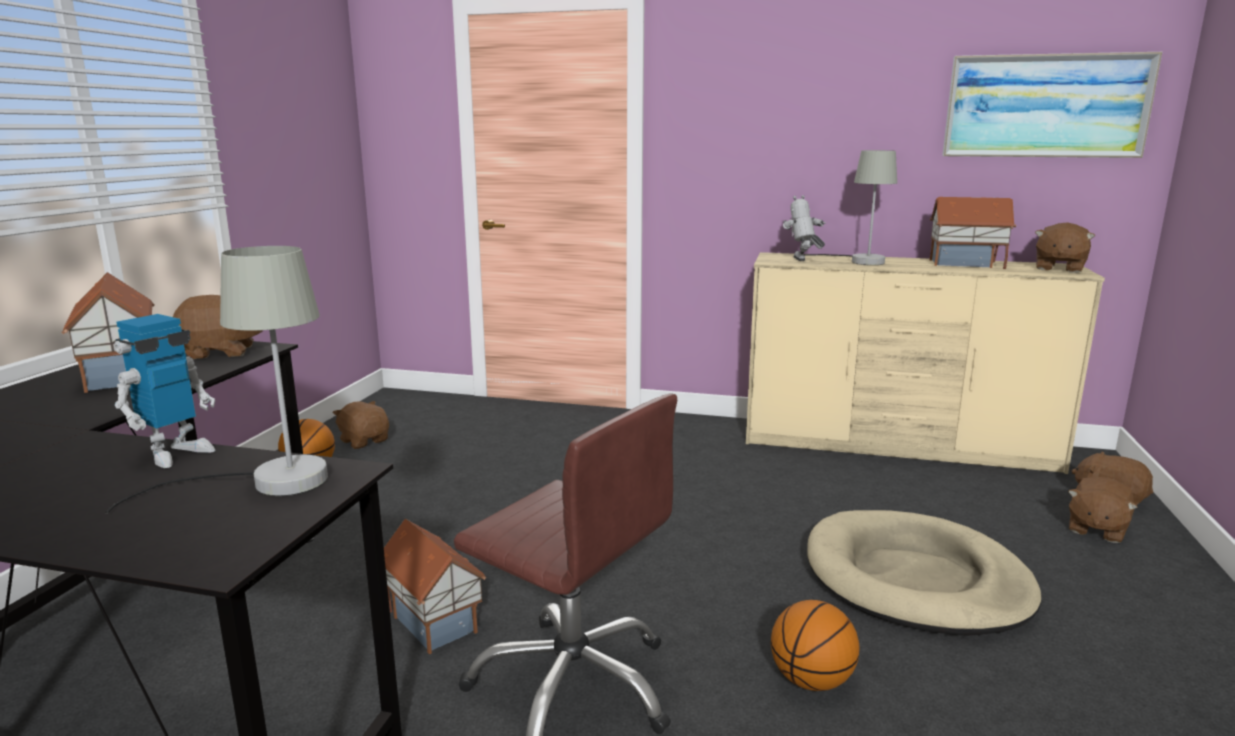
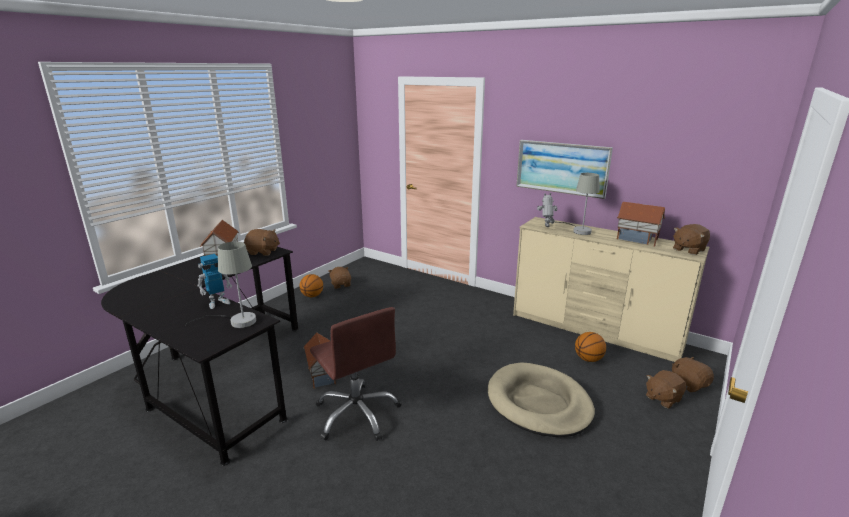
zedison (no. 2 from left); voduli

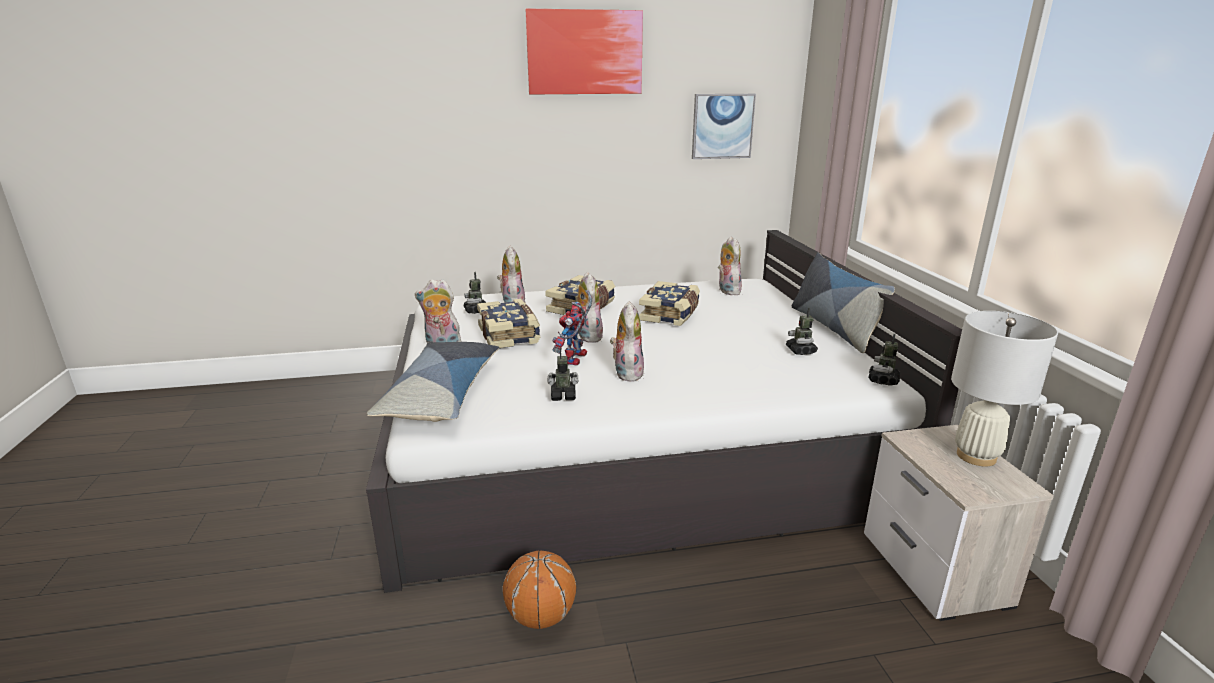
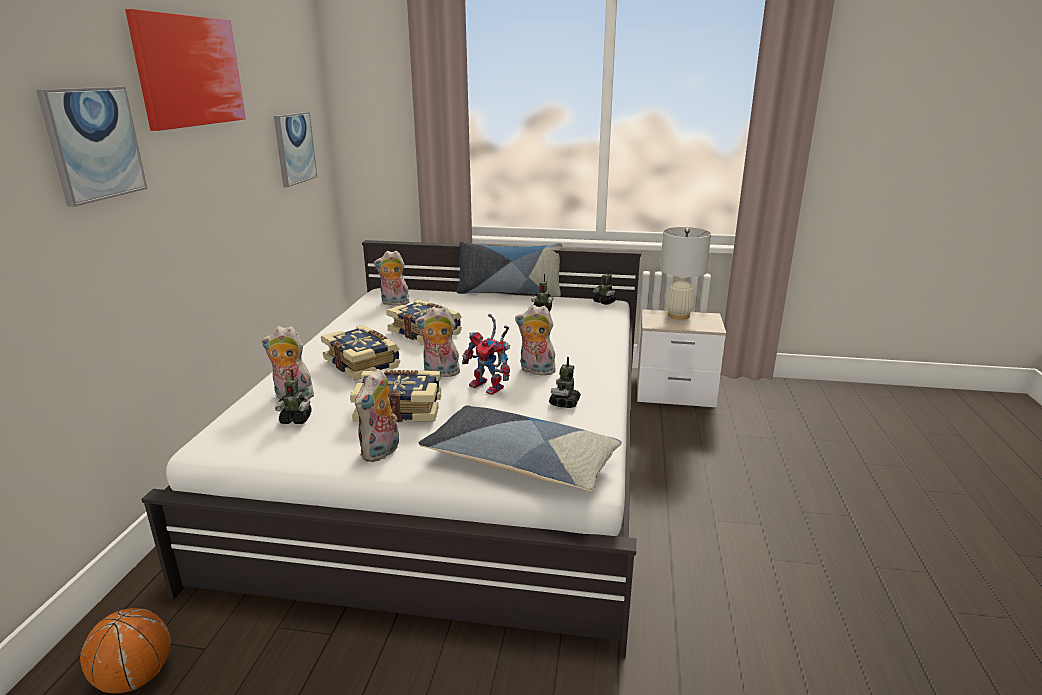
voduli (no. 1 from left); zedison

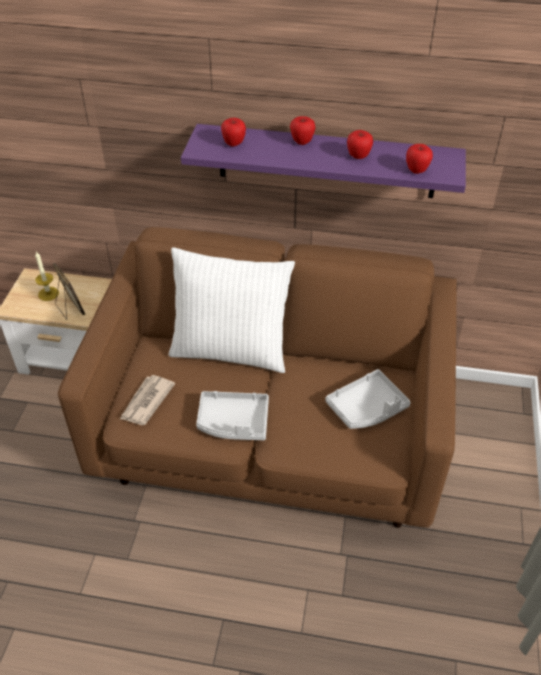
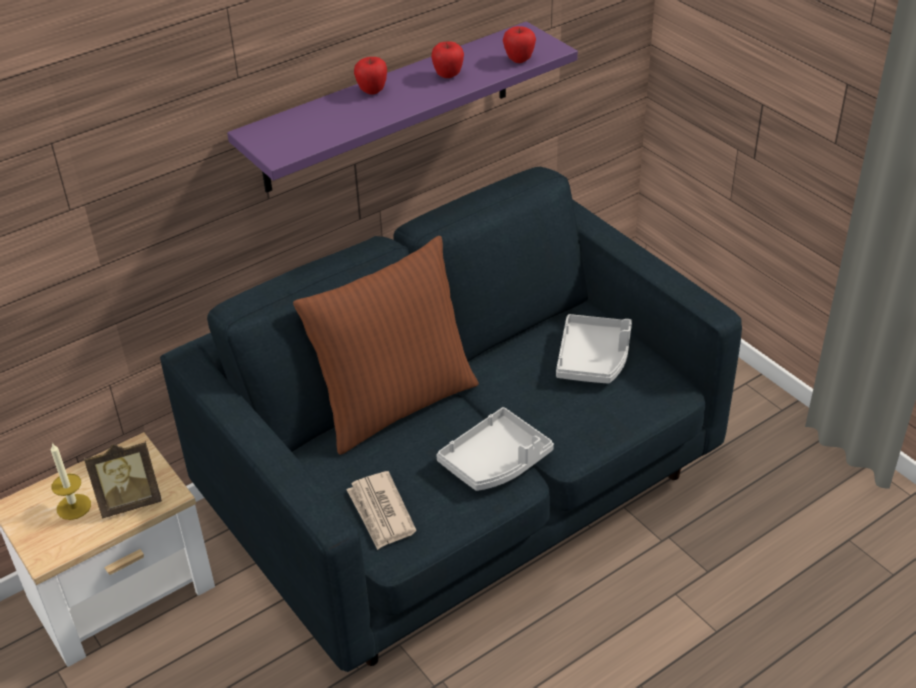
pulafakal (no. 1 from left in the first image); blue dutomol; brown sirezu; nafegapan

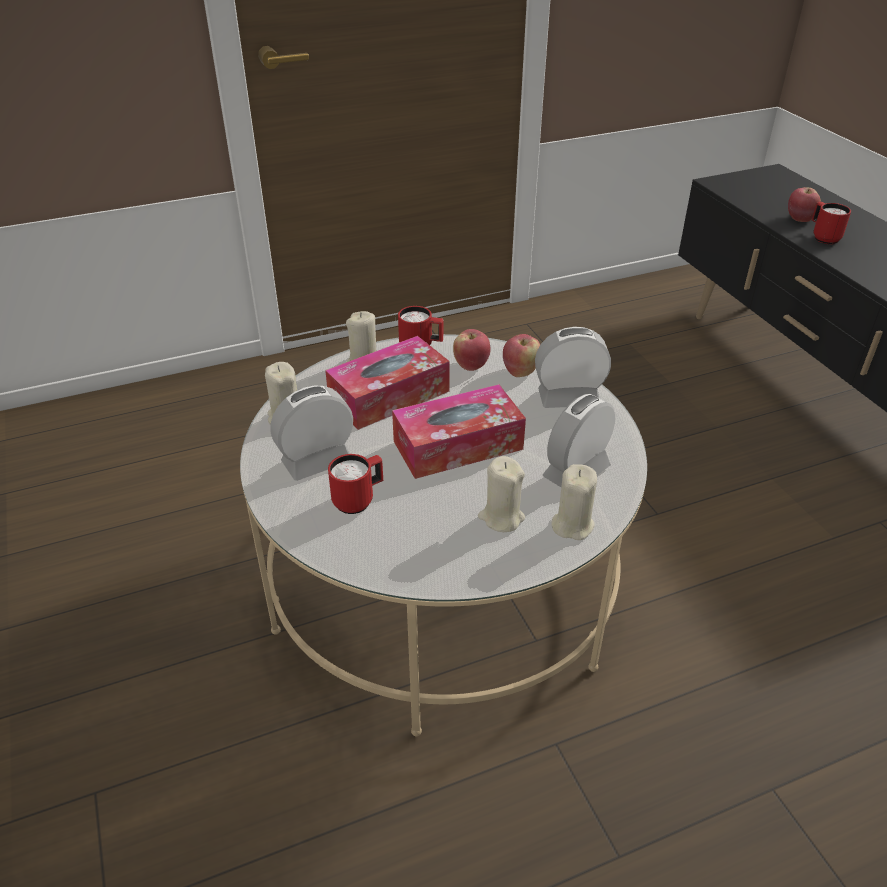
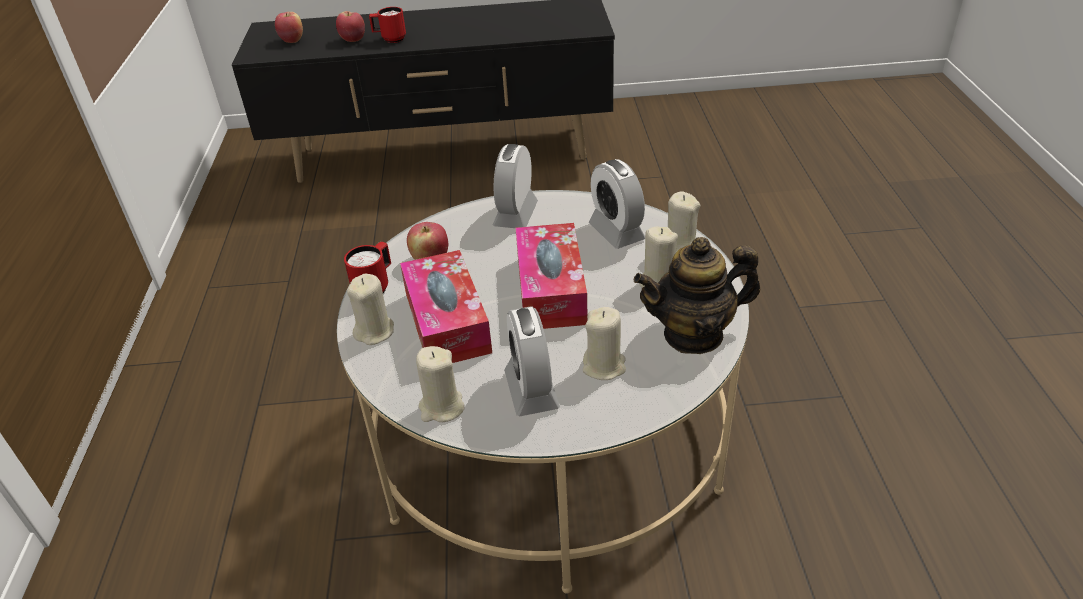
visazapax; pulafakal (no. 1 from left); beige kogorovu (no. 3 from left)

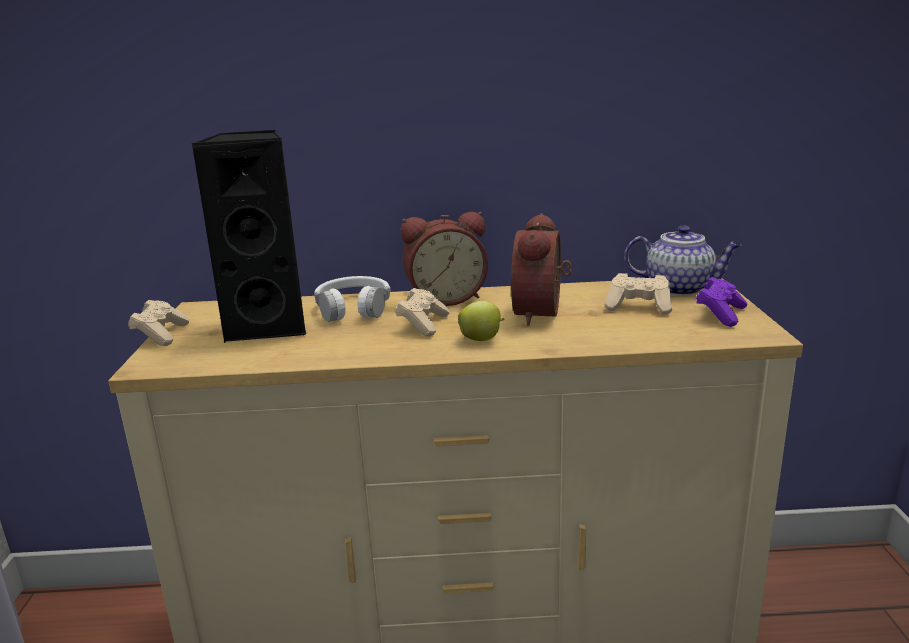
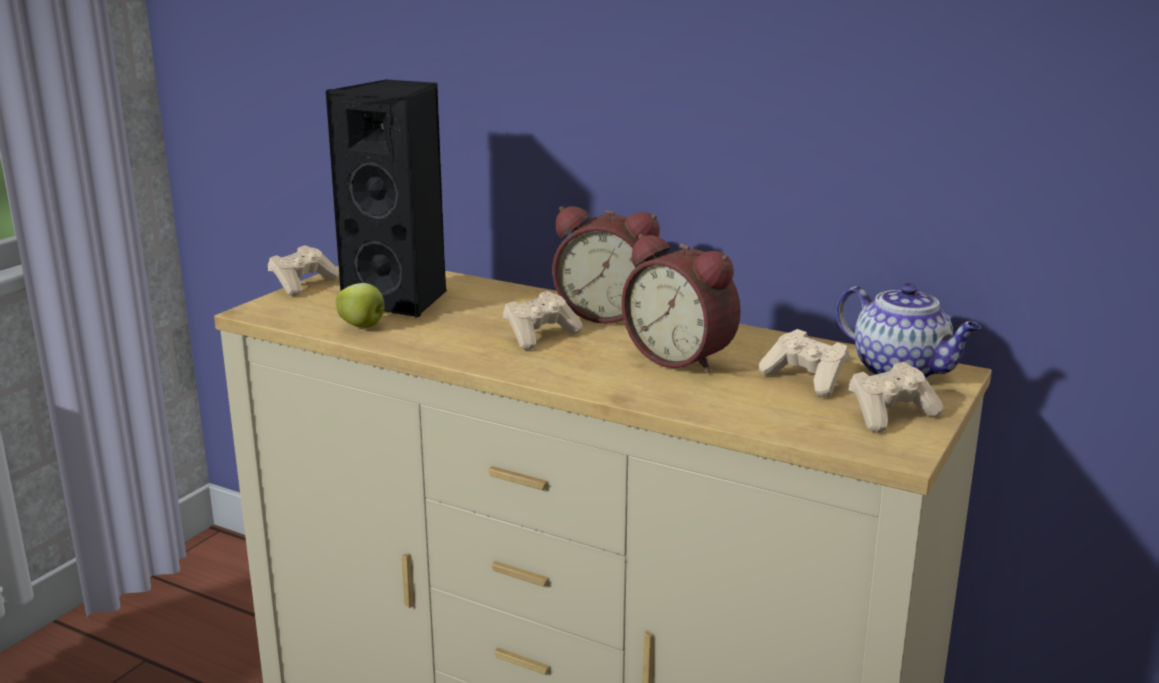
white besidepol; pulafakal; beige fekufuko (no. 4 from left); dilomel (no. 2 from left)

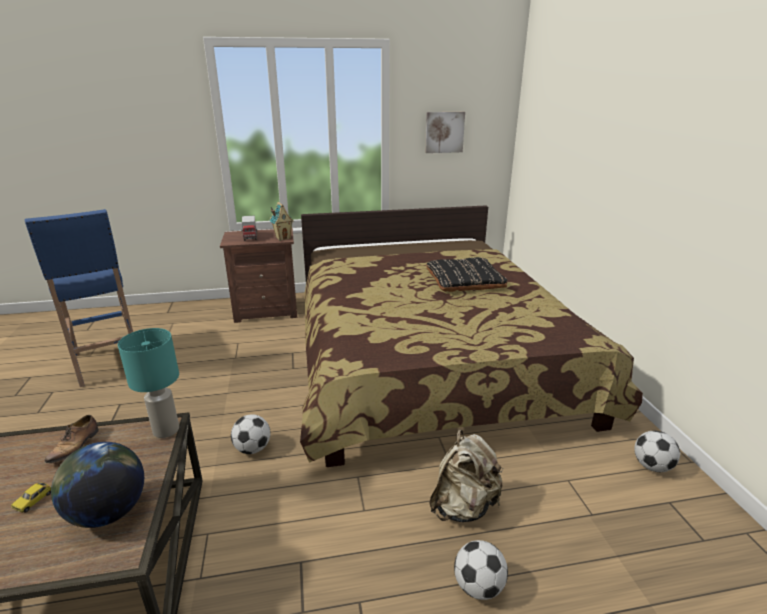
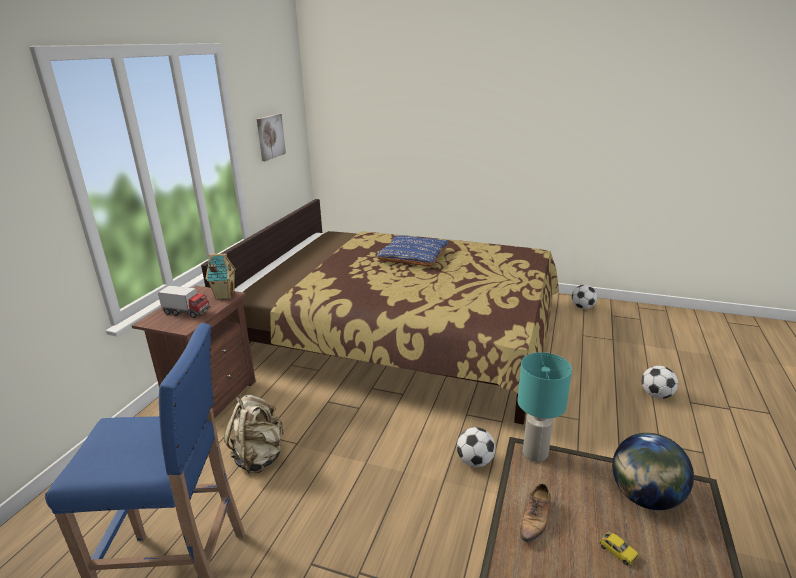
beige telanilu; blue sirezu; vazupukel

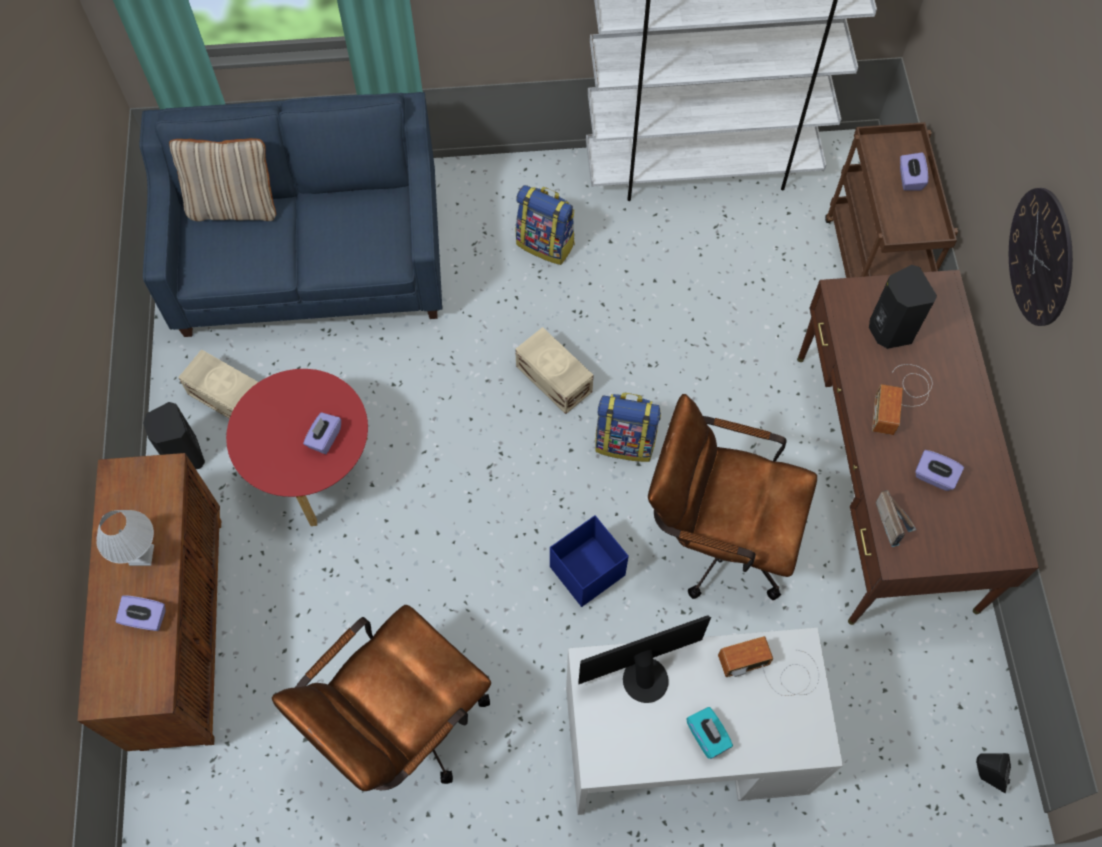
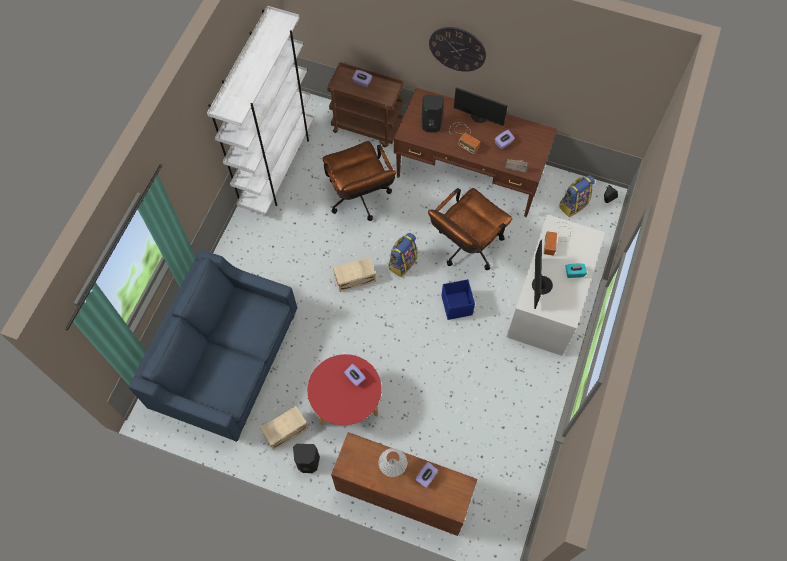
beige sirezu; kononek (no. 1 from left); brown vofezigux (no. 1 from left); telanilu (no. 2 from left)

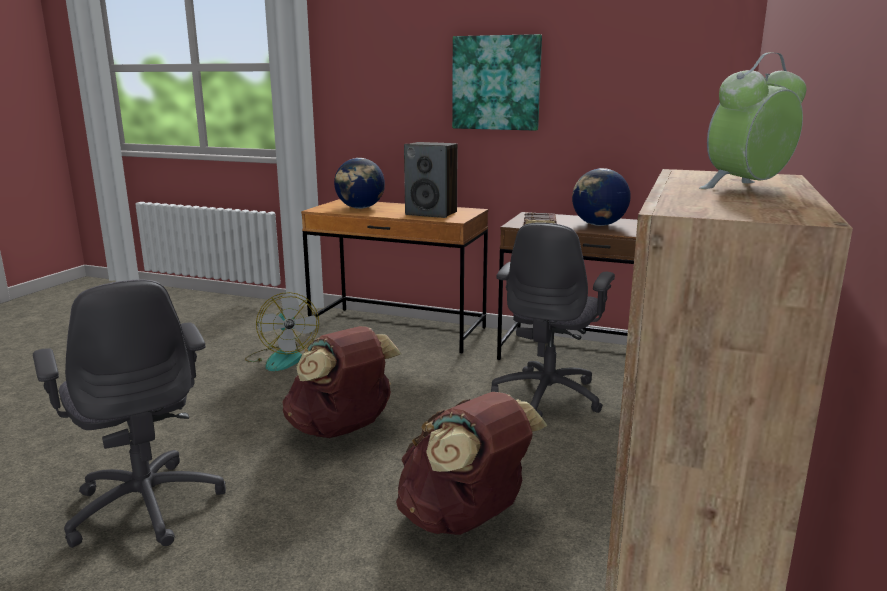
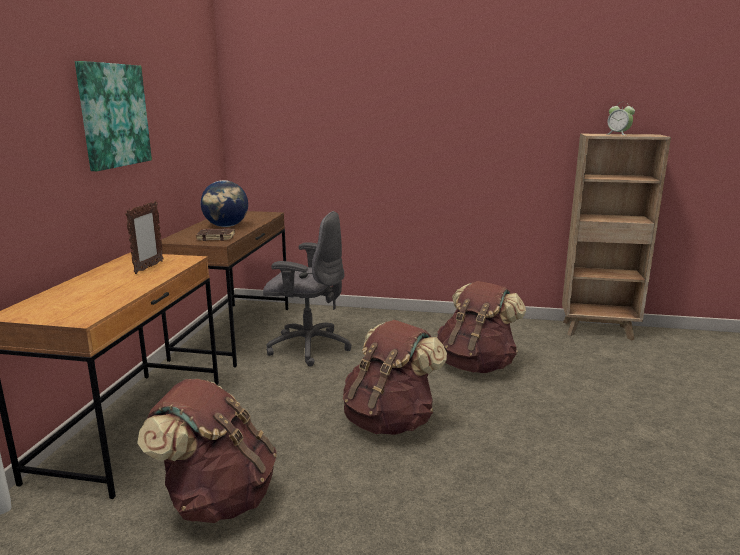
grey vofezigux (no. 1 from left in the first image); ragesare (no. 1 from left in the first image); brown telanilu (no. 1 from left); nafegapan

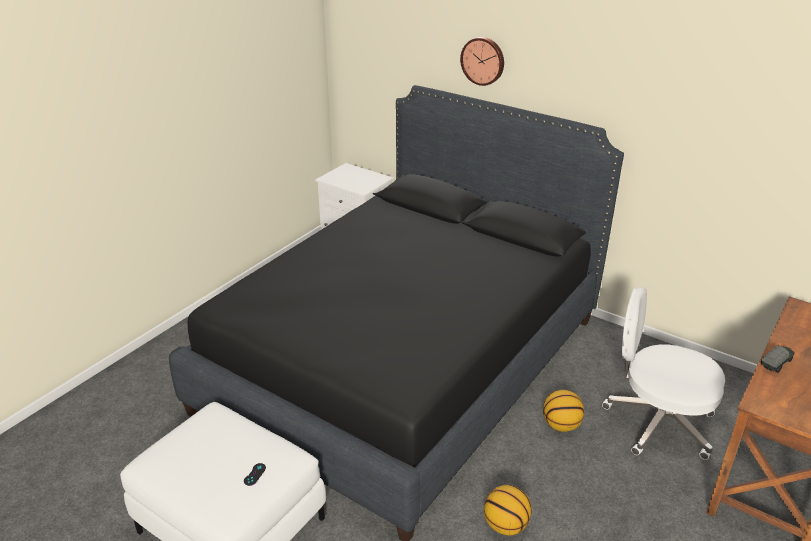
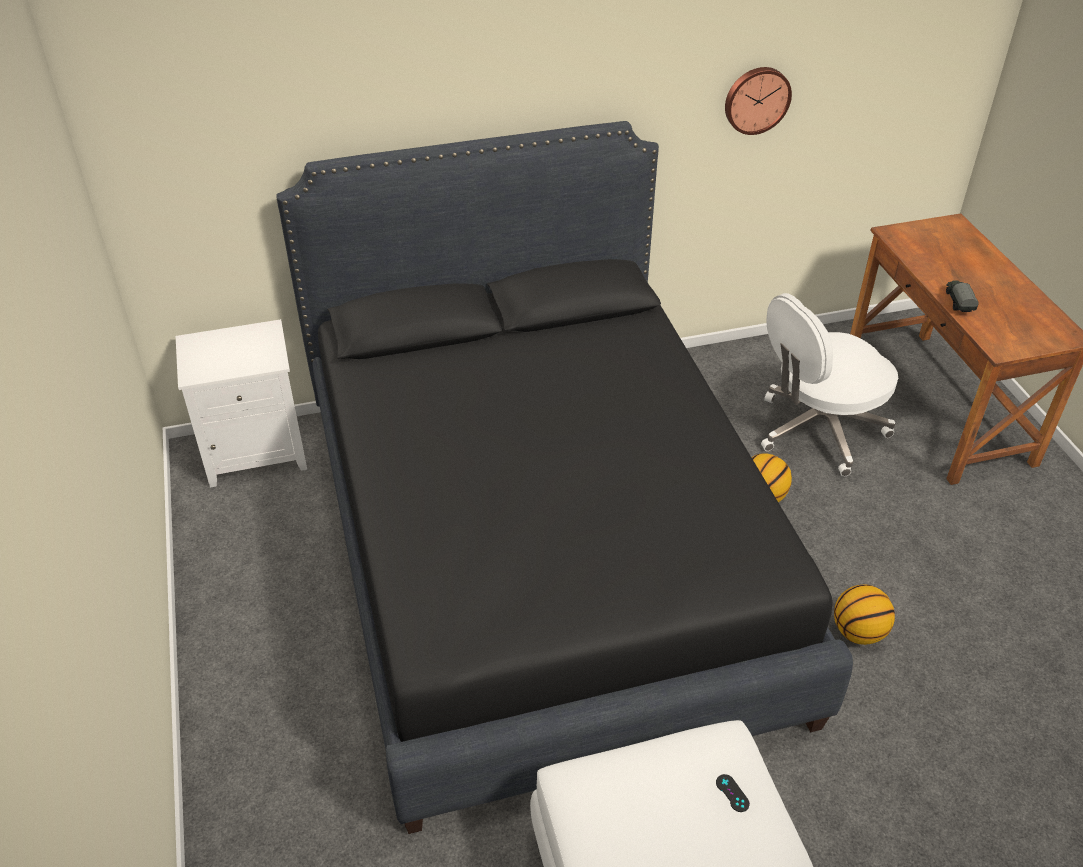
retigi

